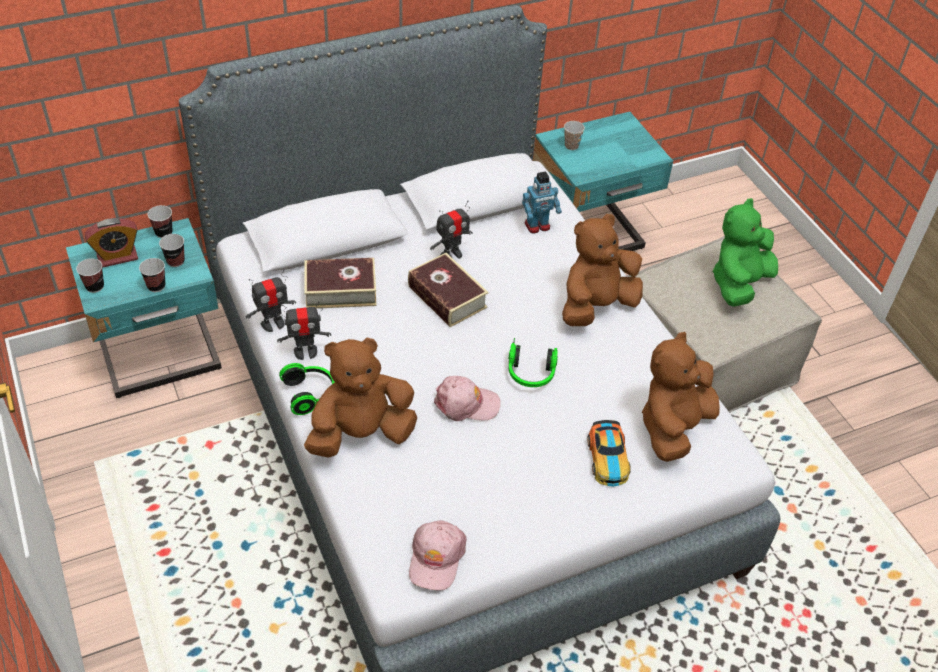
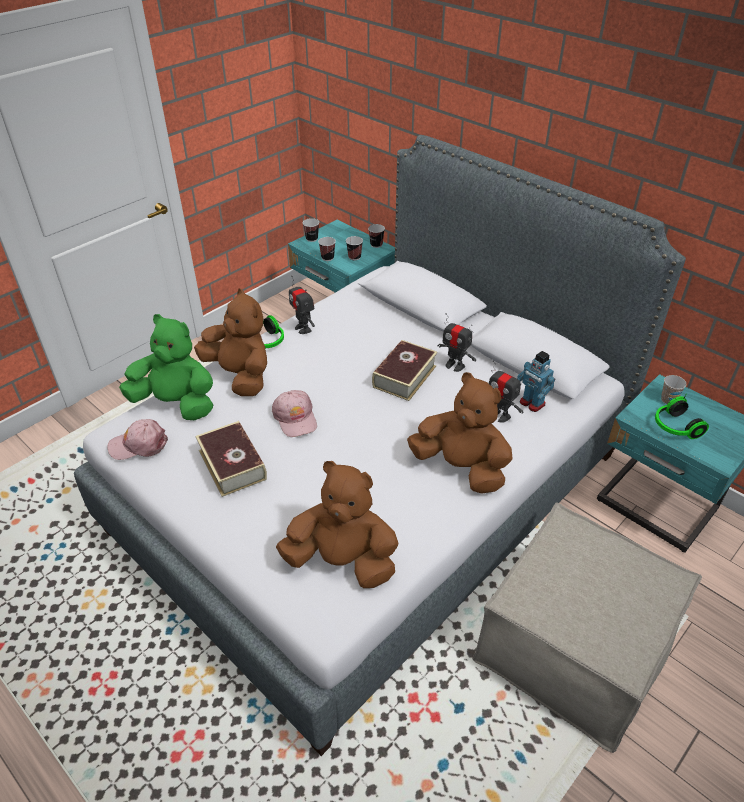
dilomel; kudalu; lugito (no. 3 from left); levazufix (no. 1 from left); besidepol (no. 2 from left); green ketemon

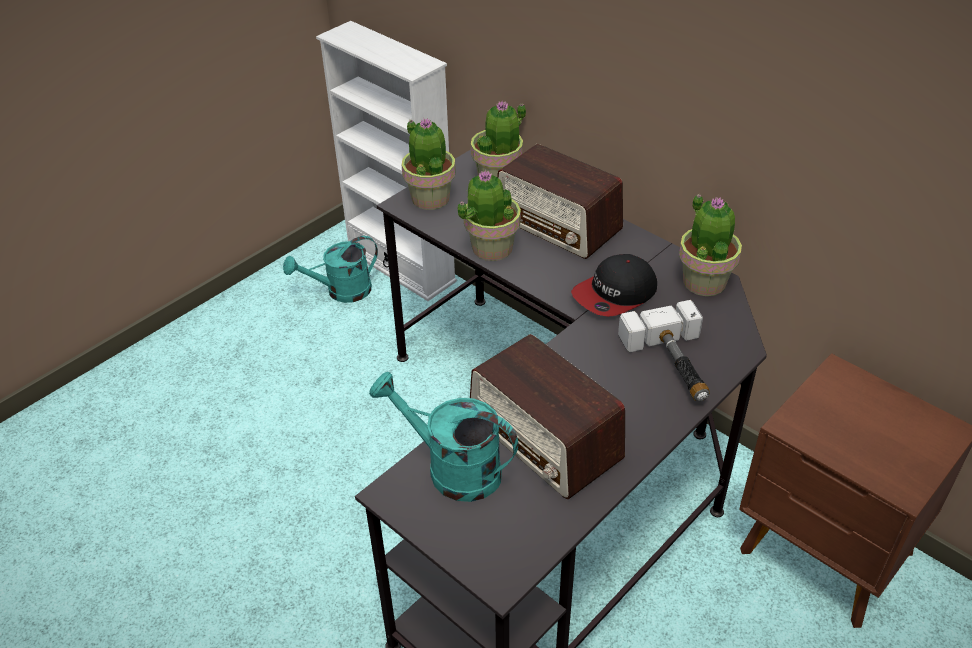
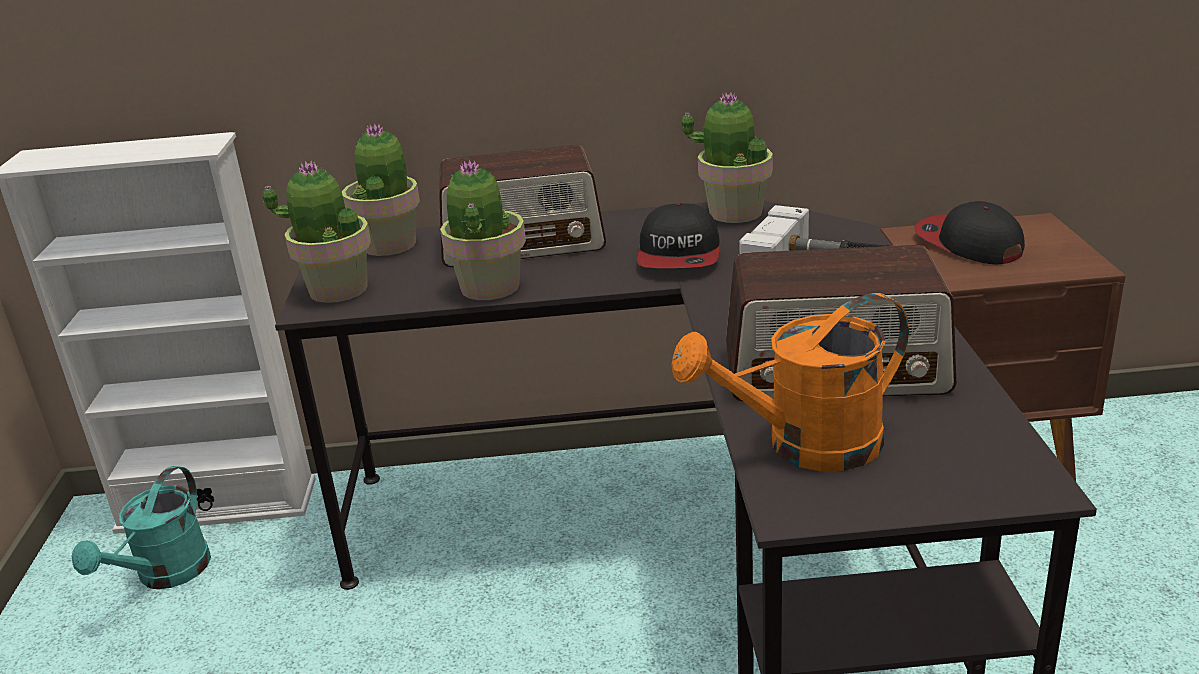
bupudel (no. 2 from left); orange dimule

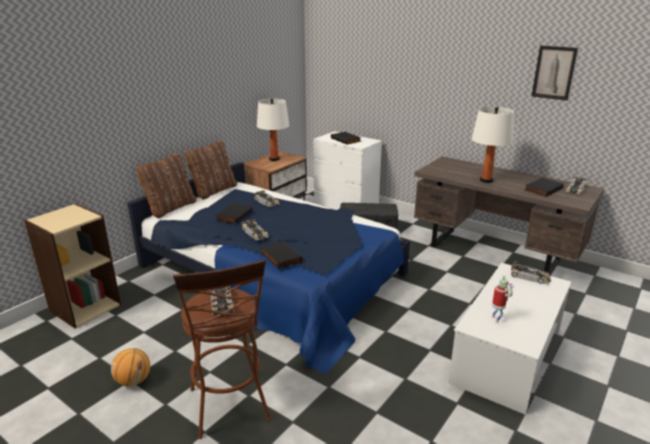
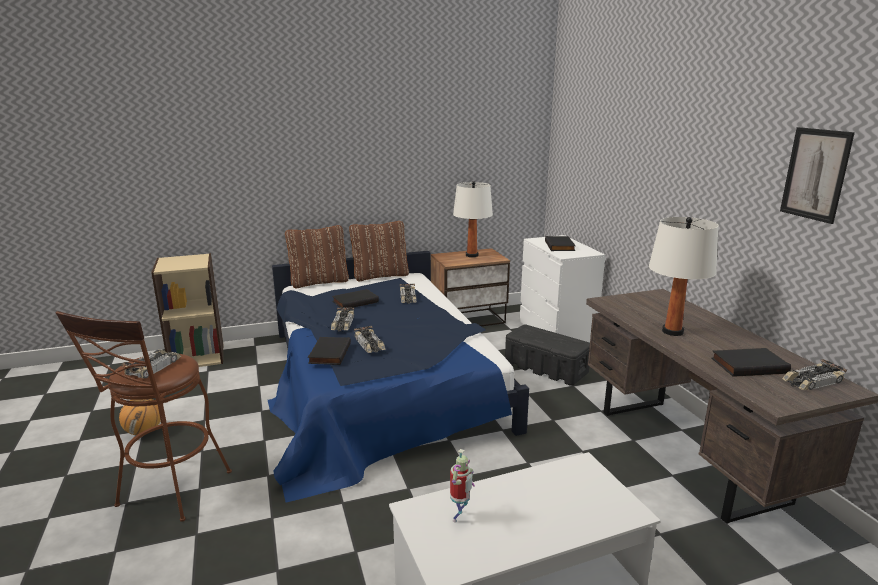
kudalu (no. 3 from left)

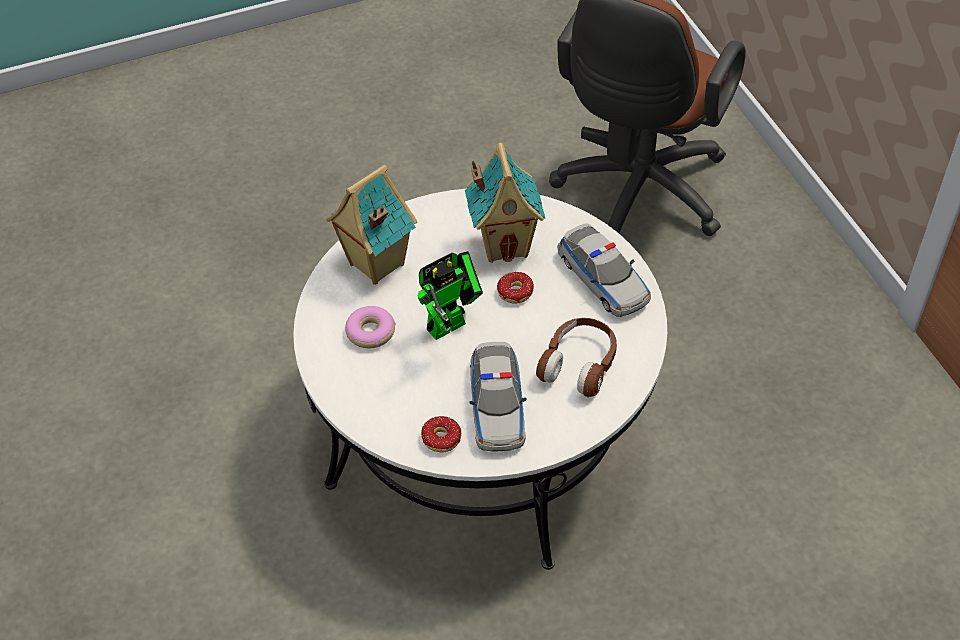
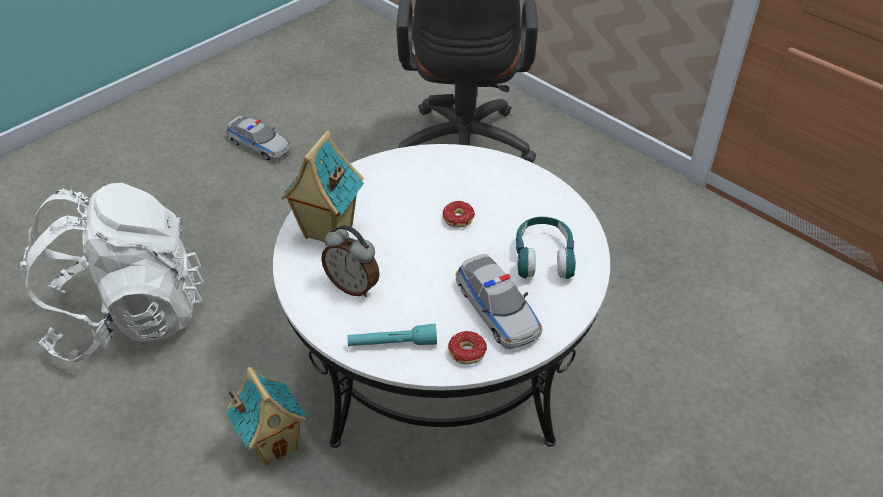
lugito; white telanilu; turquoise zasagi; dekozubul (no. 1 from left); kudalu (no. 1 from left); dilomel; turquoise besidepol

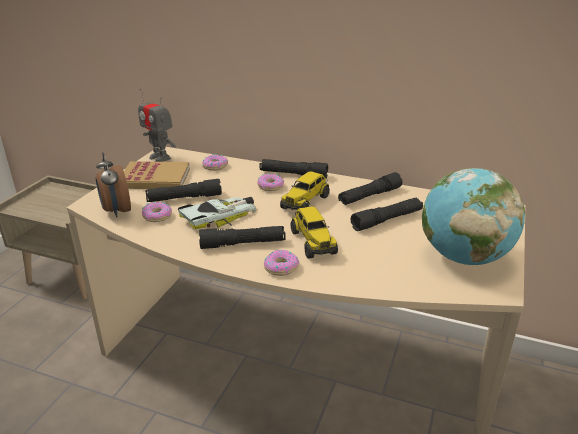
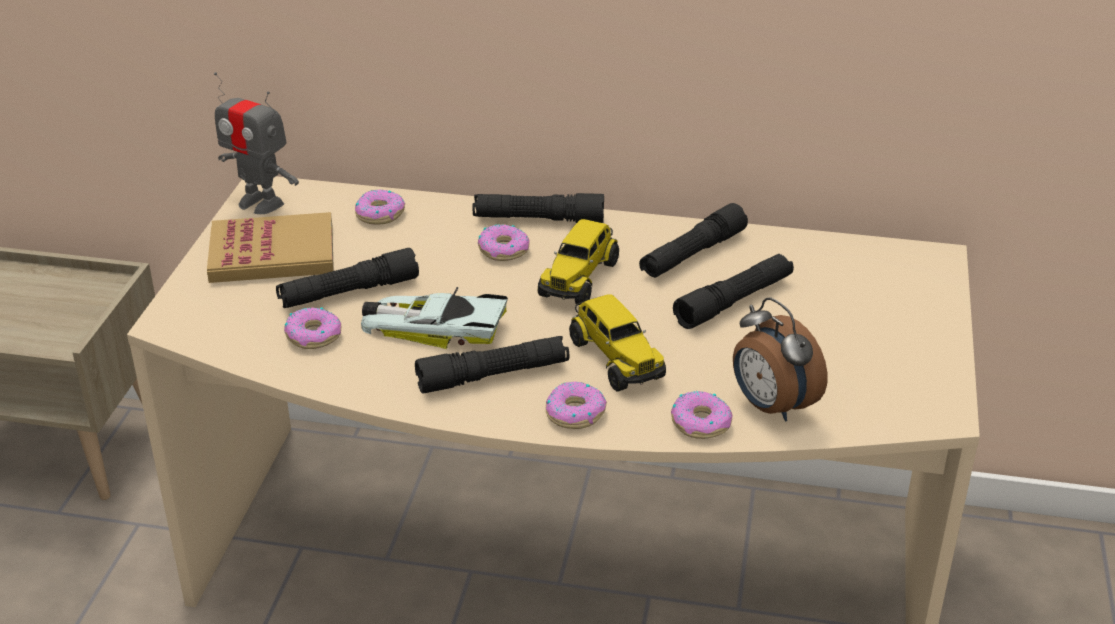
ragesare; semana (no. 5 from left); dilomel; kudalu

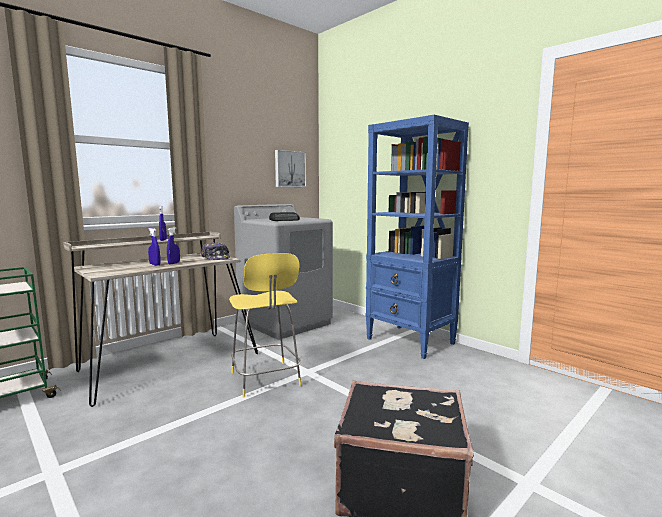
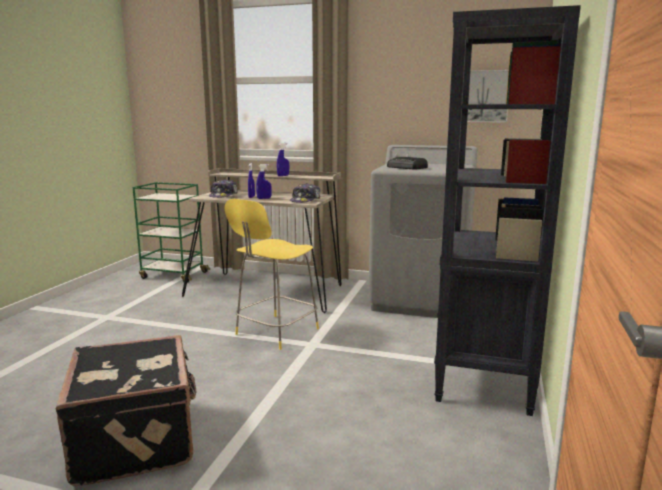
bupudel (no. 1 from left); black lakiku

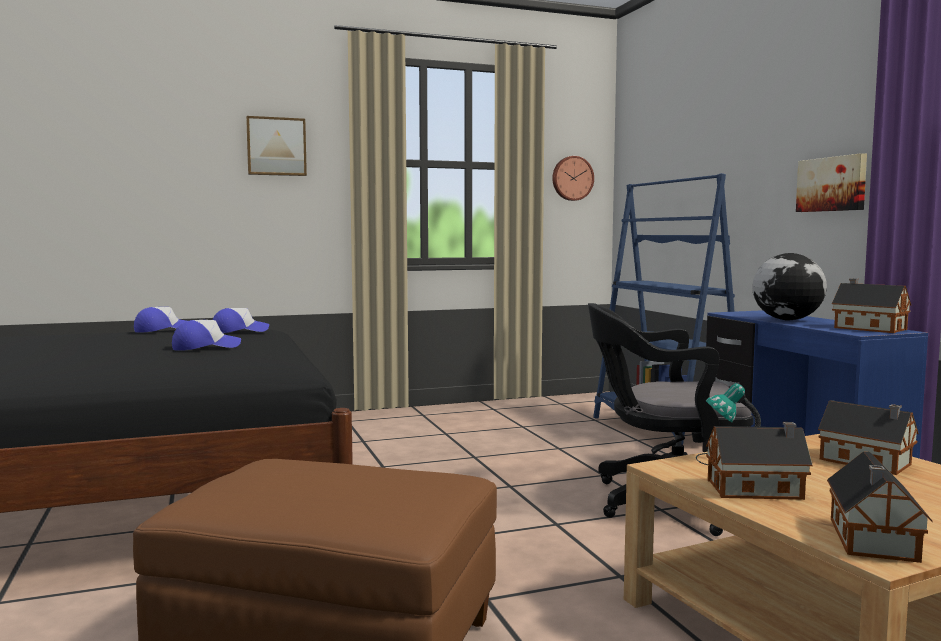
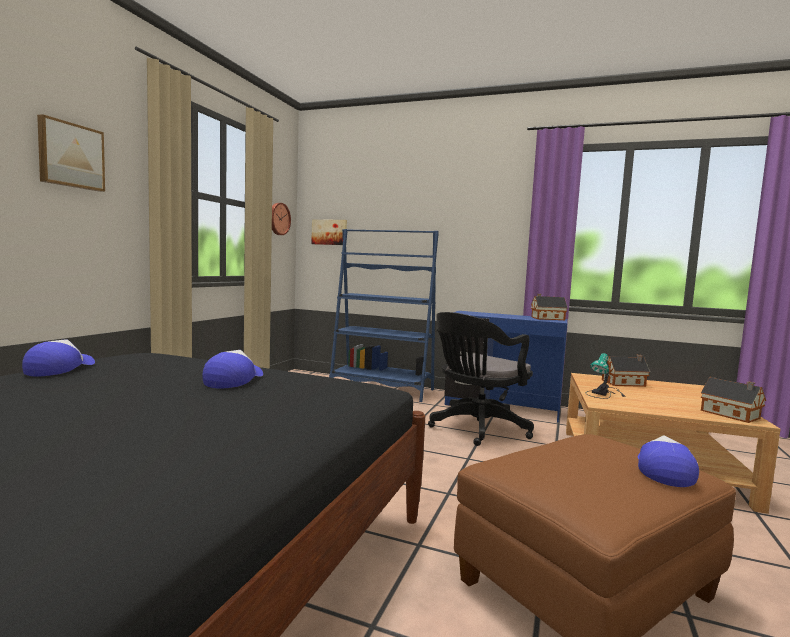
dekozubul (no. 1 from left in the first image); ragesare; bupudel (no. 3 from left); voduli (no. 2 from left)

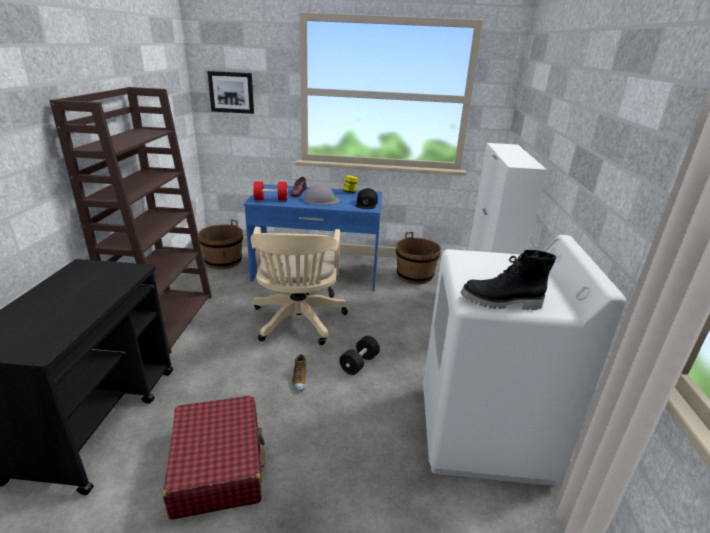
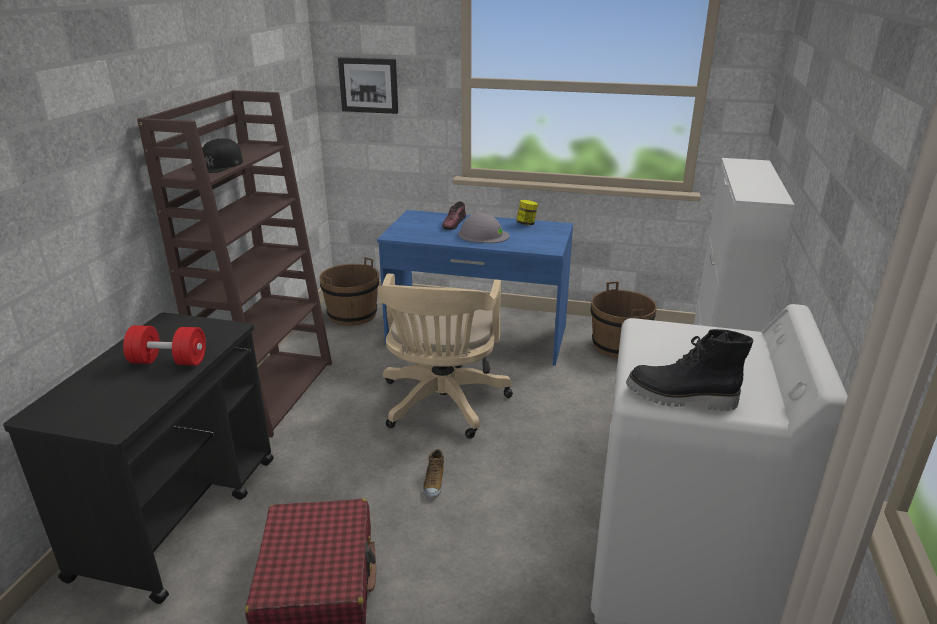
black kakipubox; red kakipubox; black bupudel

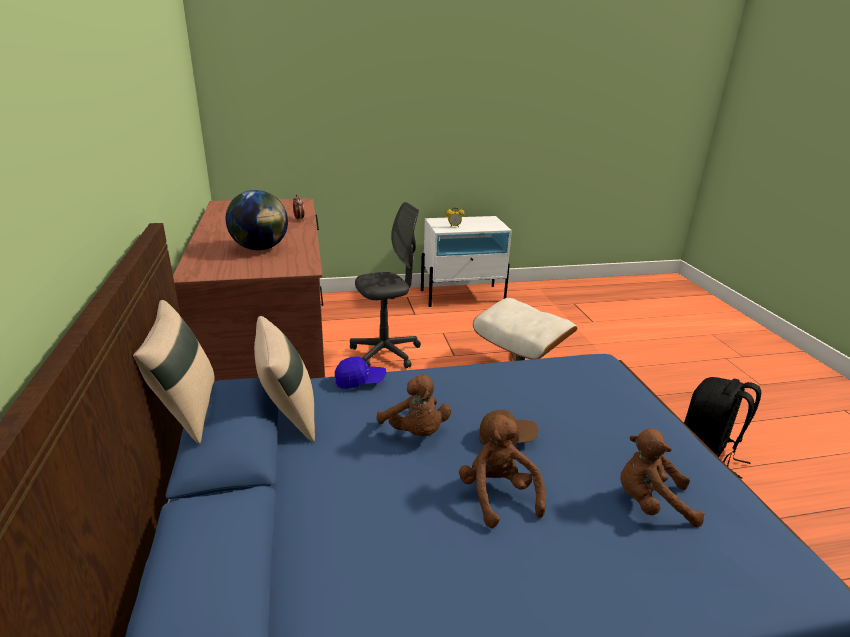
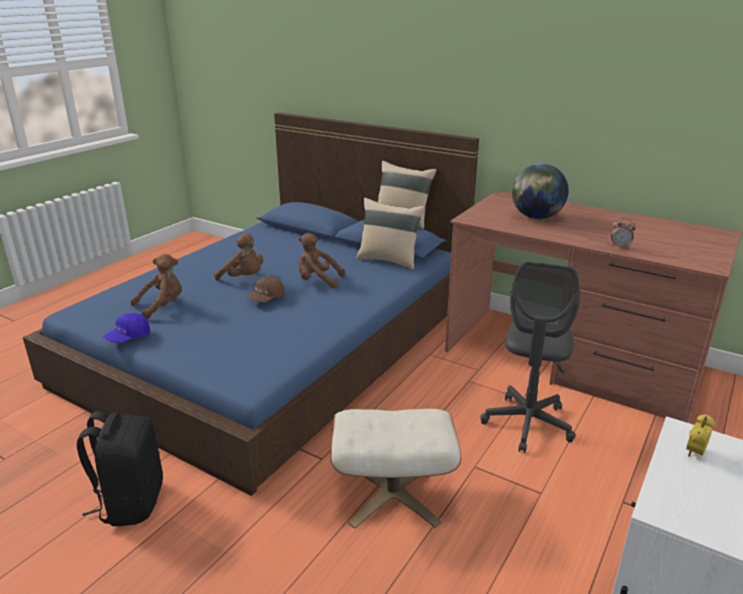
blue bupudel

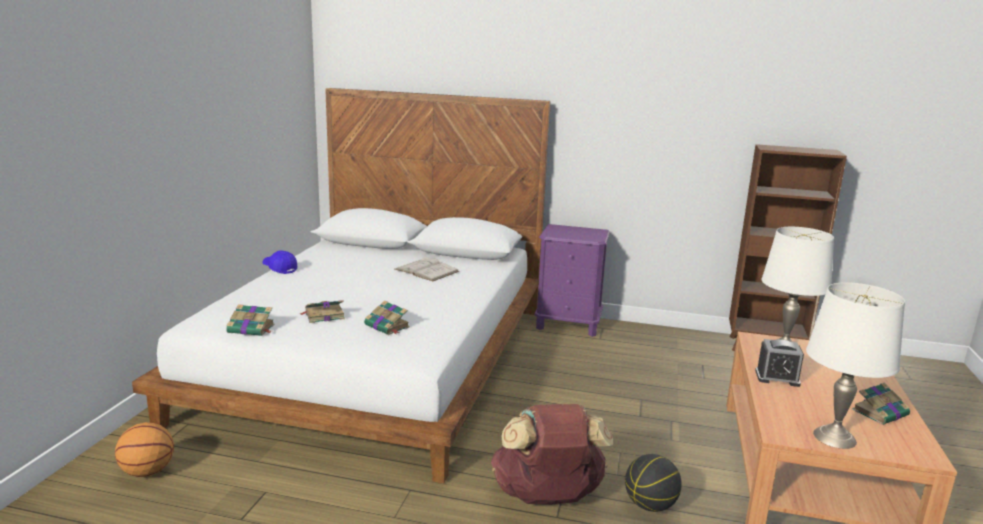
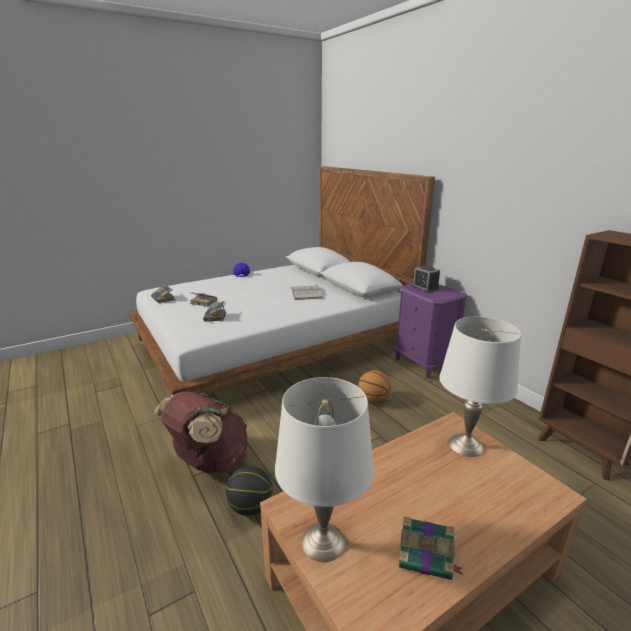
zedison (no. 2 from left); dilomel

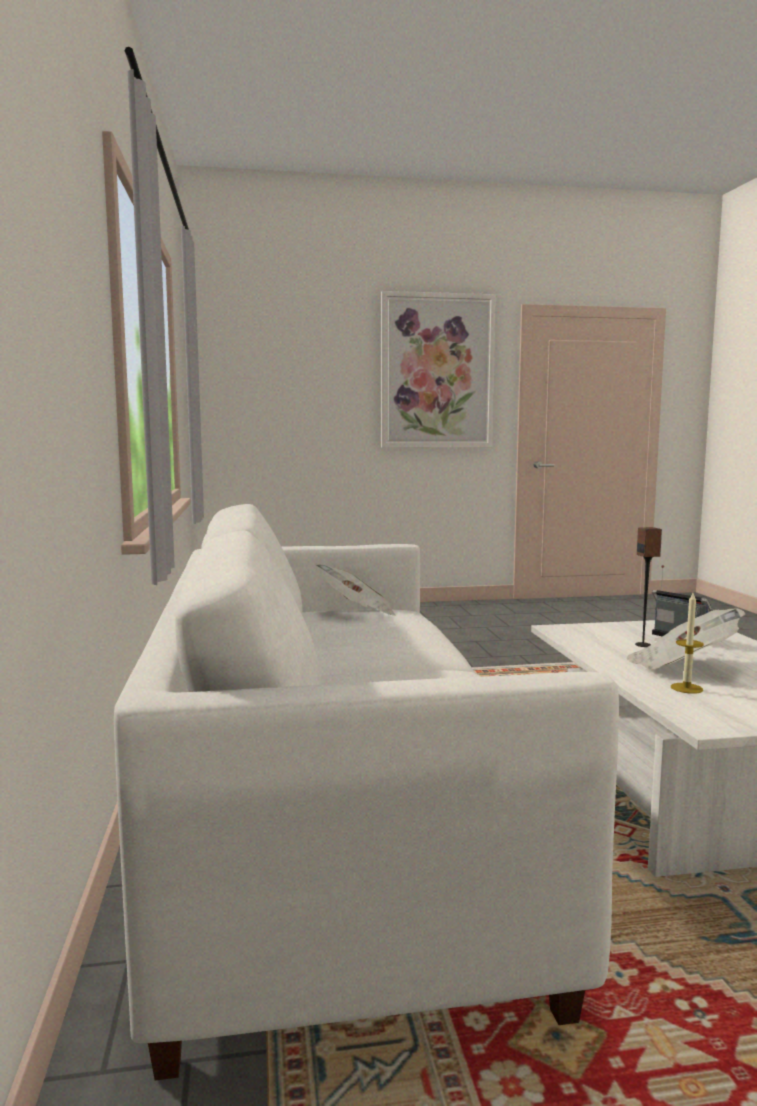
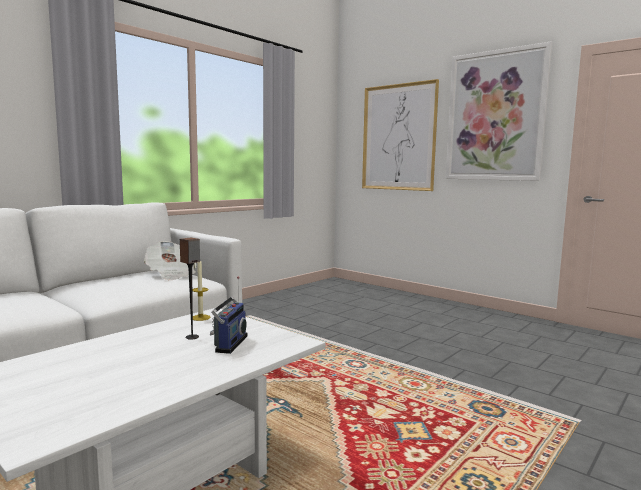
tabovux (no. 2 from left in the first image); voduli (no. 1 from left); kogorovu

